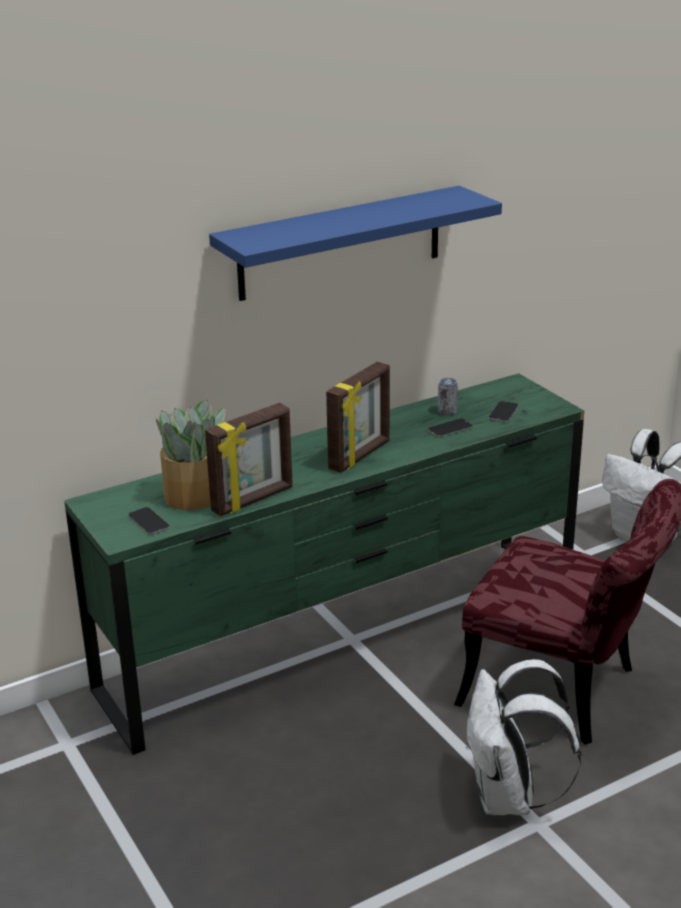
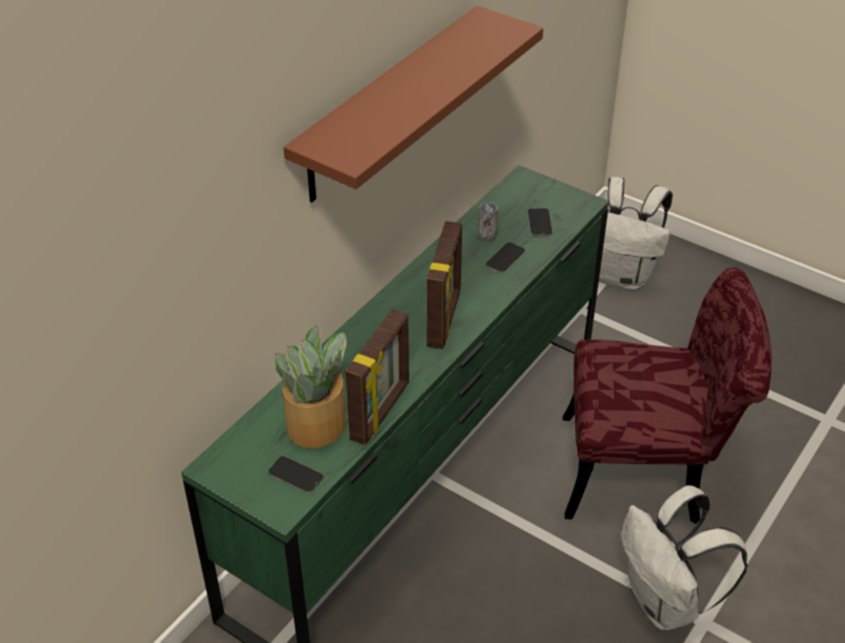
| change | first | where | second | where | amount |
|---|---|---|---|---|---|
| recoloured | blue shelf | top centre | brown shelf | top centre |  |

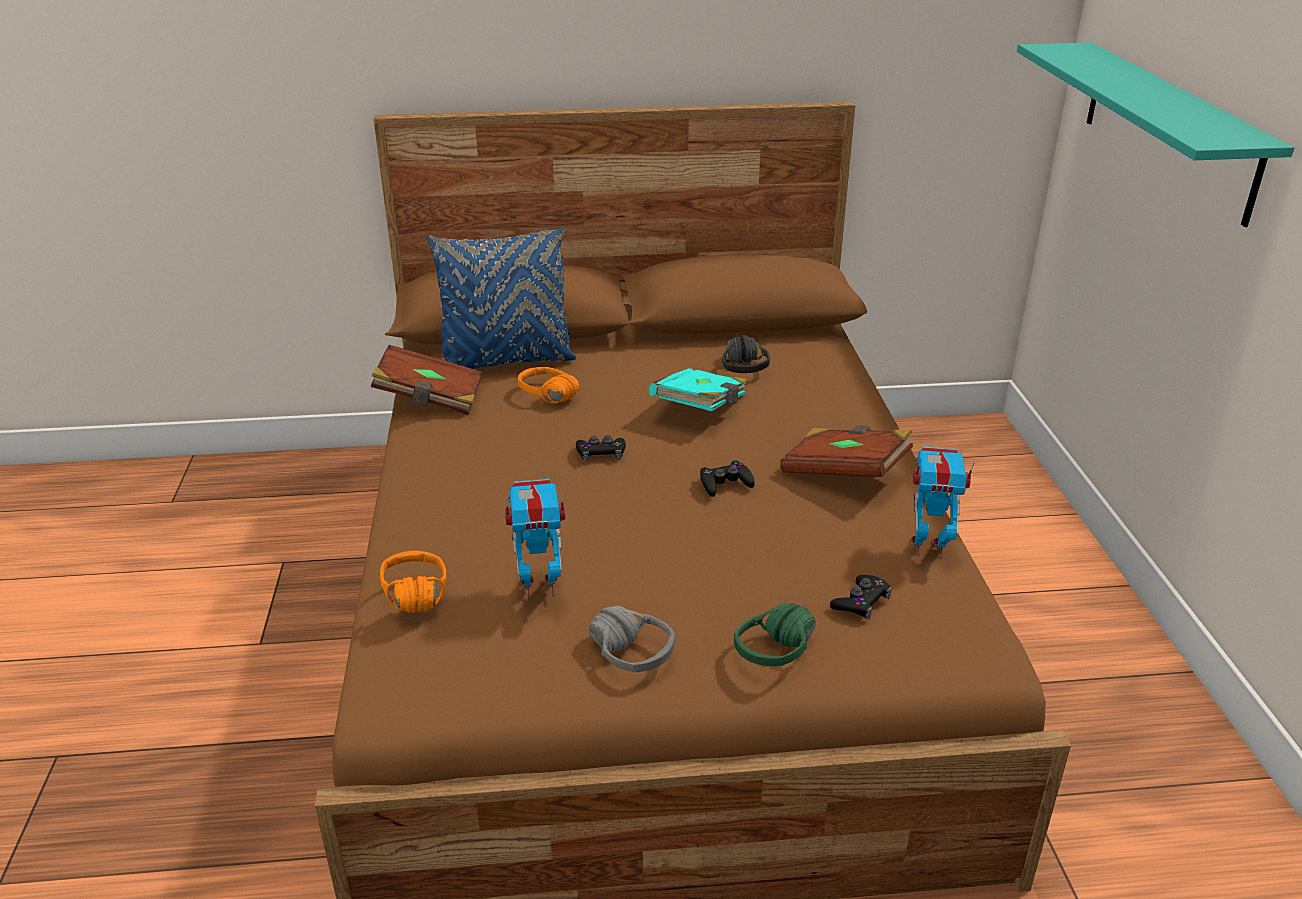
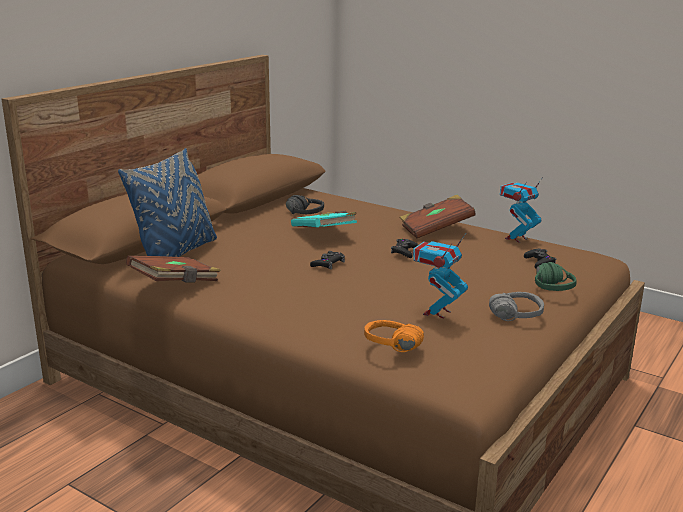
| change | first | where | second | where | amount |
|---|---|---|---|---|---|
| removed | orange headphones (2nd from left) | centre |  |  |  |
| removed | turquoise shelf | top right |  |  |  |

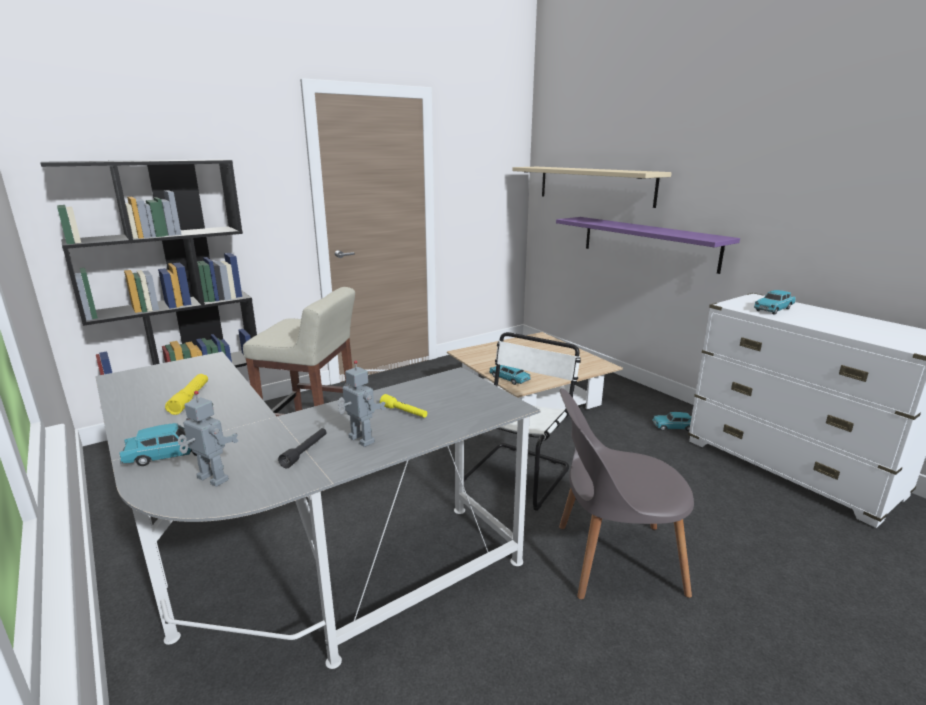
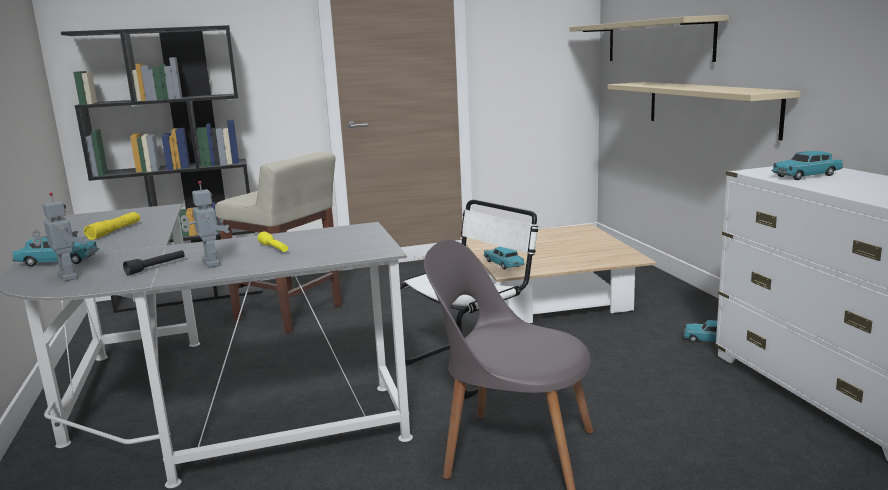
| change | first | where | second | where | amount |
|---|---|---|---|---|---|
| recoloured | purple shelf | middle right | beige shelf (2nd from left) | top right |  |

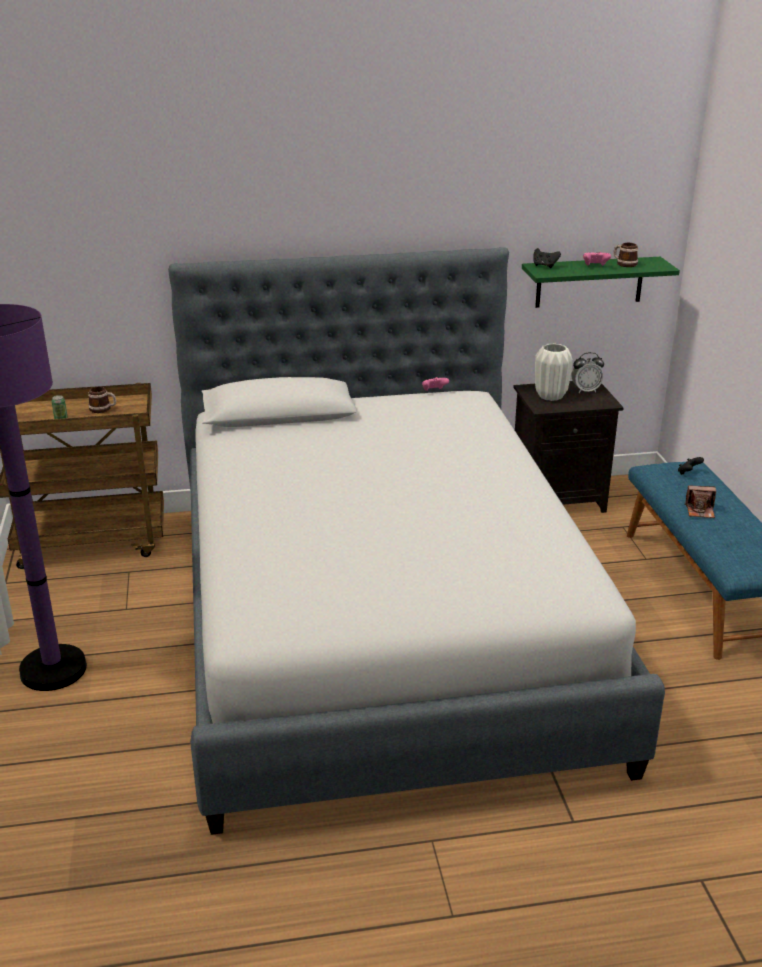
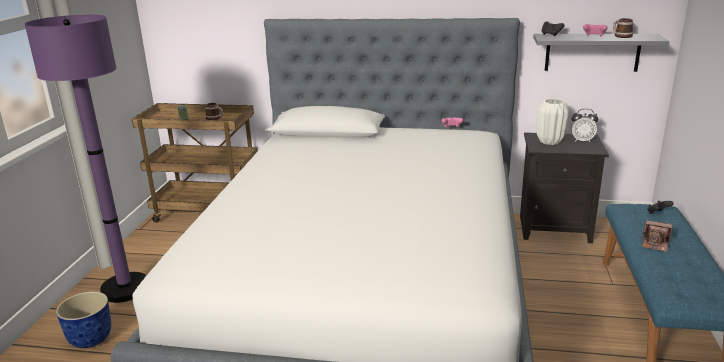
| change | first | where | second | where | amount |
|---|---|---|---|---|---|
| added |  |  | planter | bottom left |  |
| recoloured | green shelf | top right | grey shelf | top right |  |

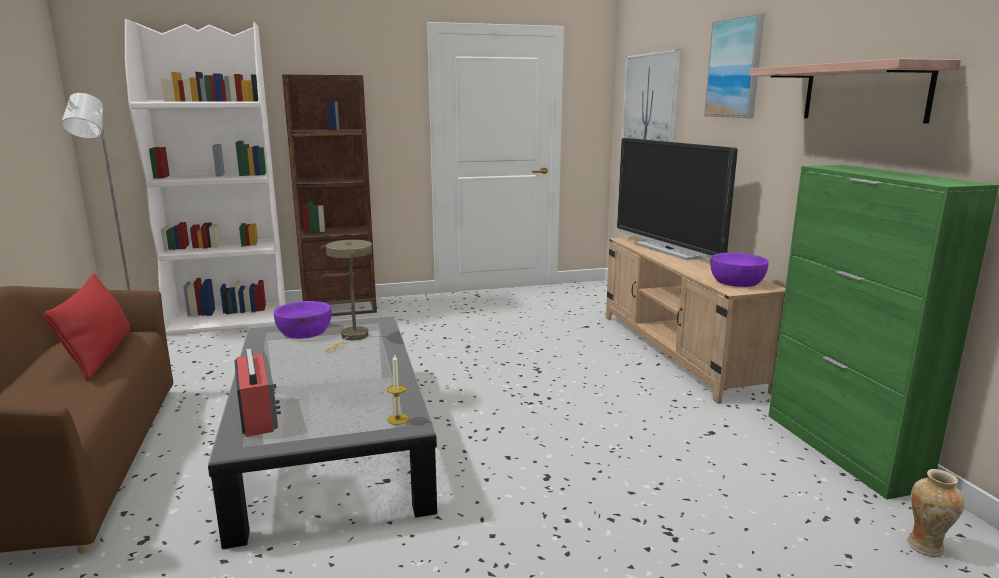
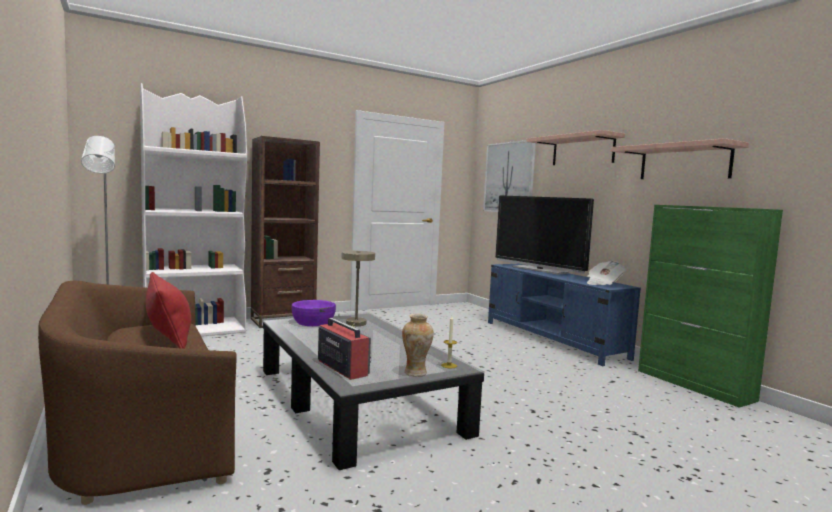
| change | first | where | second | where | amount |
|---|---|---|---|---|---|
| moved | vase | bottom right |  | bottom centre |  |
| recoloured | beige tv stand | middle right | blue tv stand | middle right |  |
| replaced | picture (2nd from left) | top right | shelf (1st from left) | top right |  |
| replaced | purple bowl (2nd from left) | middle right | newspaper | middle right |  |

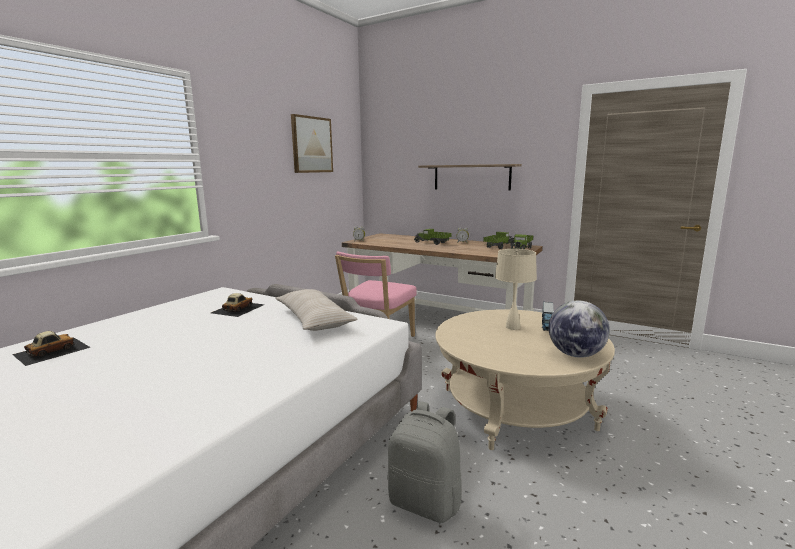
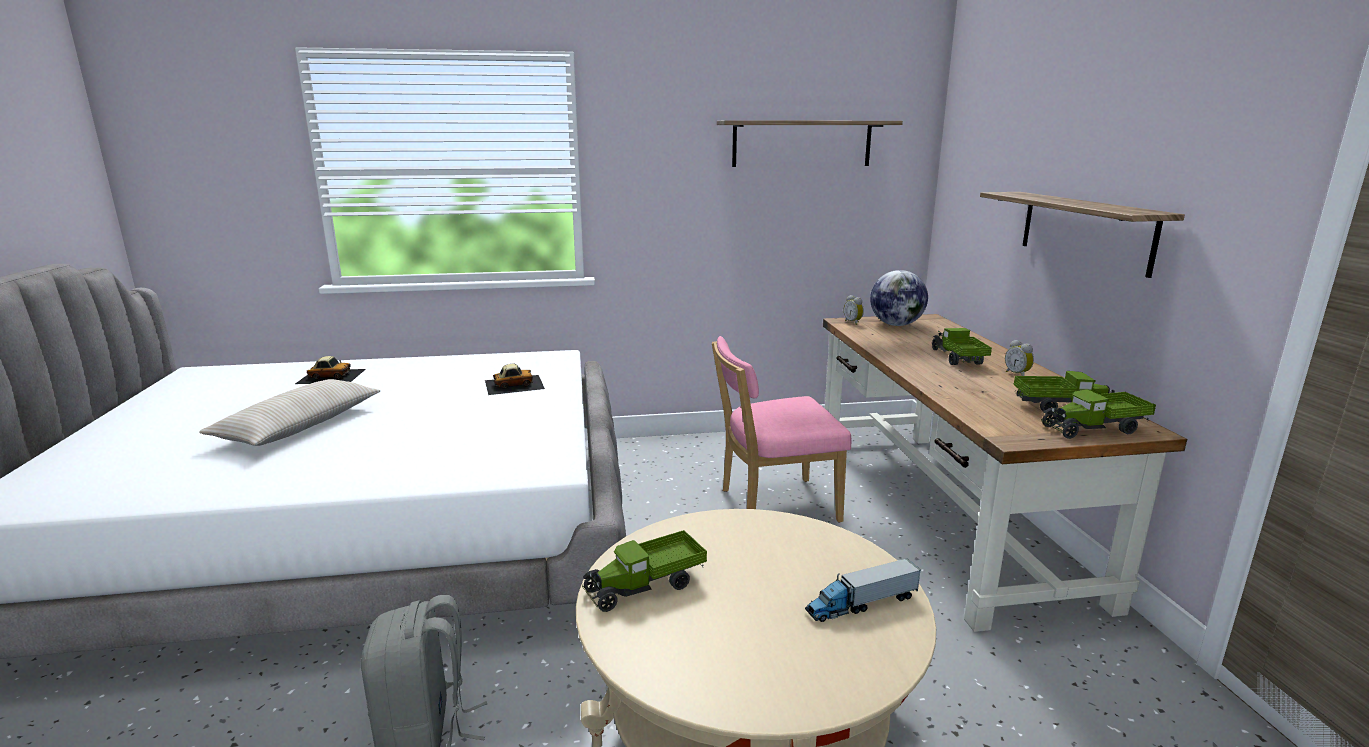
| change | first | where | second | where | amount |
|---|---|---|---|---|---|
| moved | beige pillow | centre |  | middle left |  |
| added |  |  | toy truck (1st from left) | bottom centre |  |
| replaced | picture | top centre | shelf (1st from left) | top centre |  |
| moved | globe | middle right |  | centre |  |
| removed | beige table lamp | centre |  |  |  |

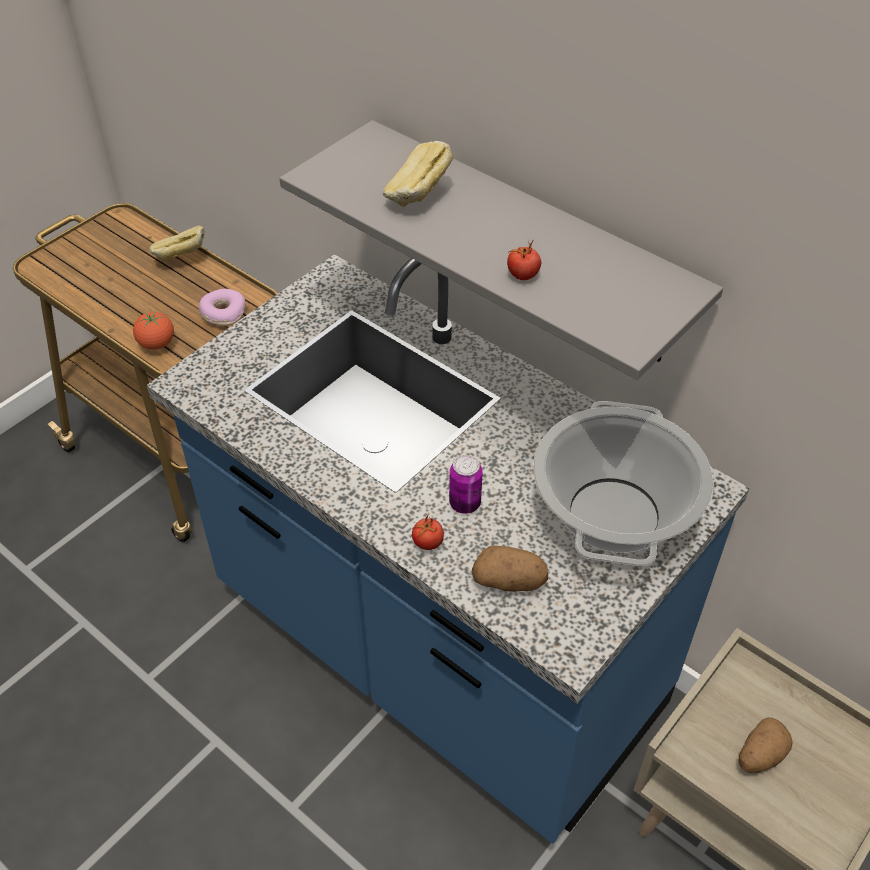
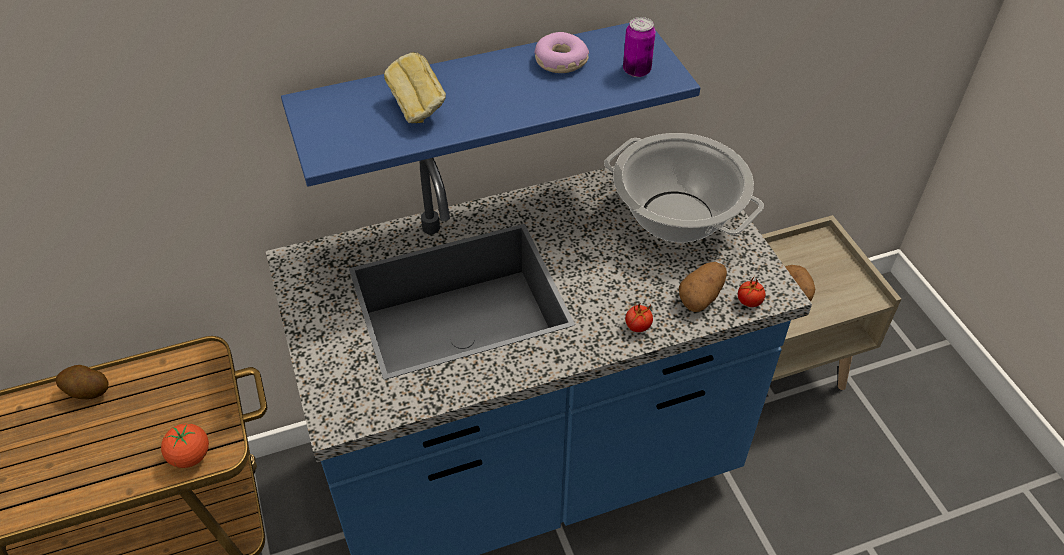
| change | first | where | second | where | amount |
|---|---|---|---|---|---|
| replaced | bread (1st from left) | top left | potato (1st from left) | bottom left |  |
| recoloured | grey shelf | top centre | blue shelf | top centre |  |
| moved | donut | middle left |  | top centre |  |
| moved | can | centre |  | top centre |  |
| moved | tomato (3rd from left) | top centre |  | middle right |  |

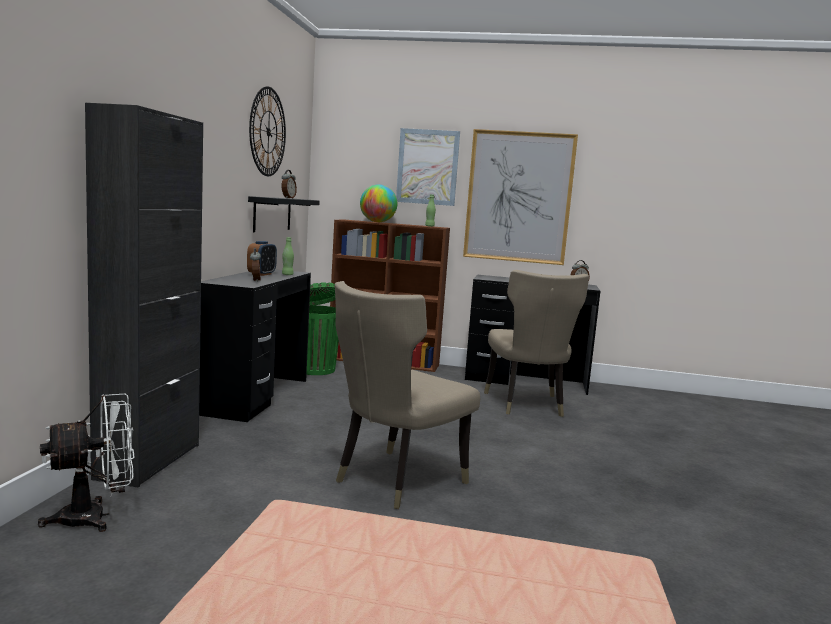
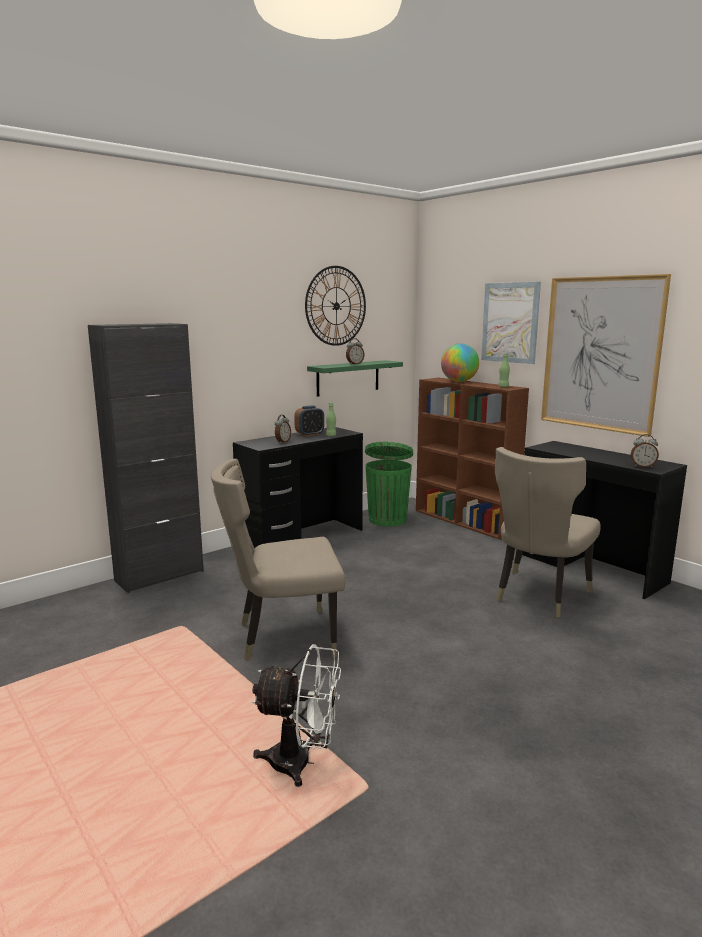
| change | first | where | second | where | amount |
|---|---|---|---|---|---|
| moved | white fan | bottom left |  | bottom centre |  |
| recoloured | black shelf | centre | green shelf | centre |  |

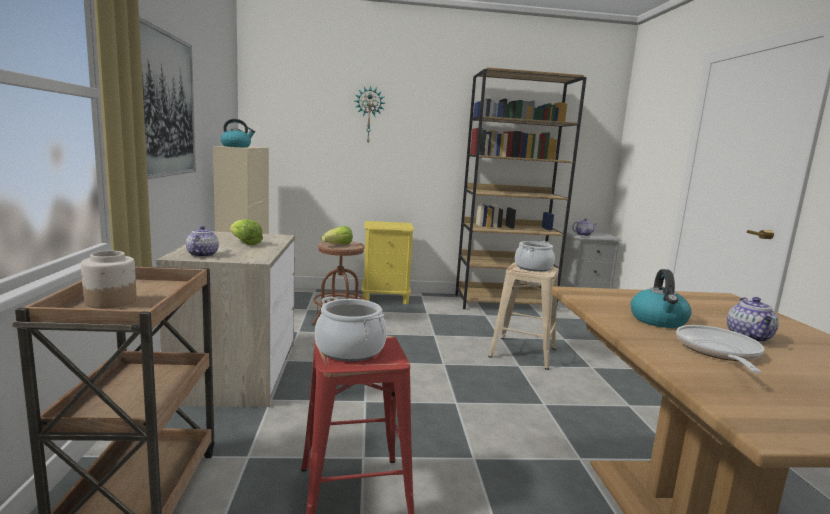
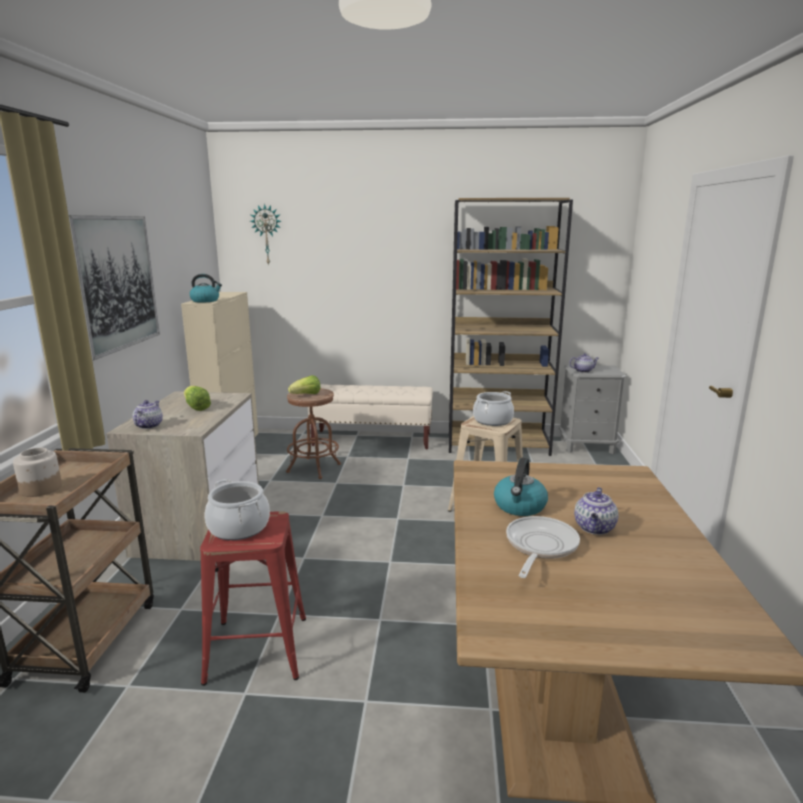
| change | first | where | second | where | amount |
|---|---|---|---|---|---|
| moved | wall clock | top centre |  | top left |  |
| replaced | yellow nightstand | centre | beige bench | centre |  |

